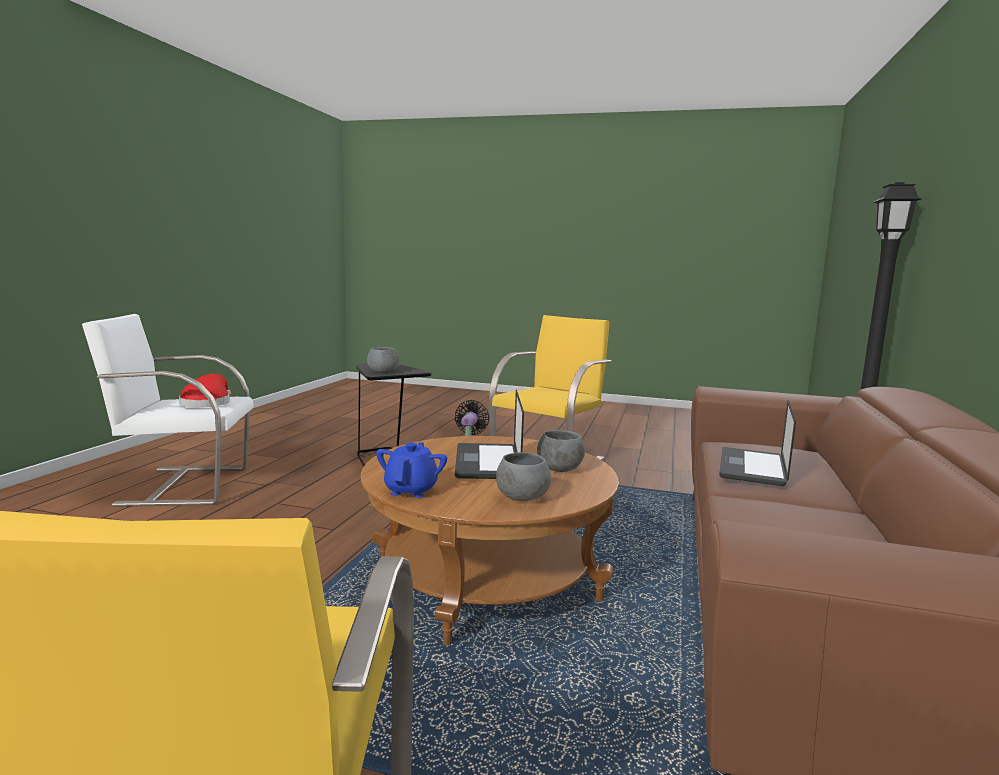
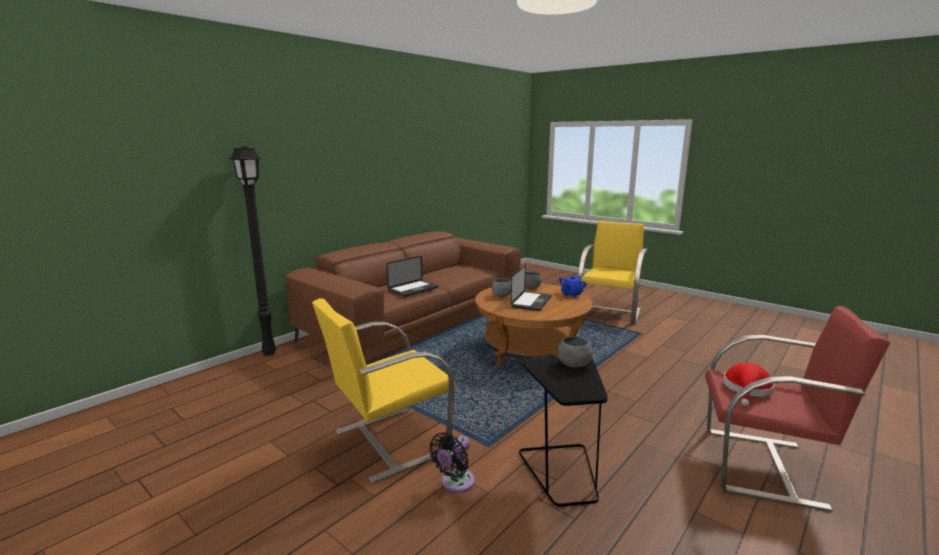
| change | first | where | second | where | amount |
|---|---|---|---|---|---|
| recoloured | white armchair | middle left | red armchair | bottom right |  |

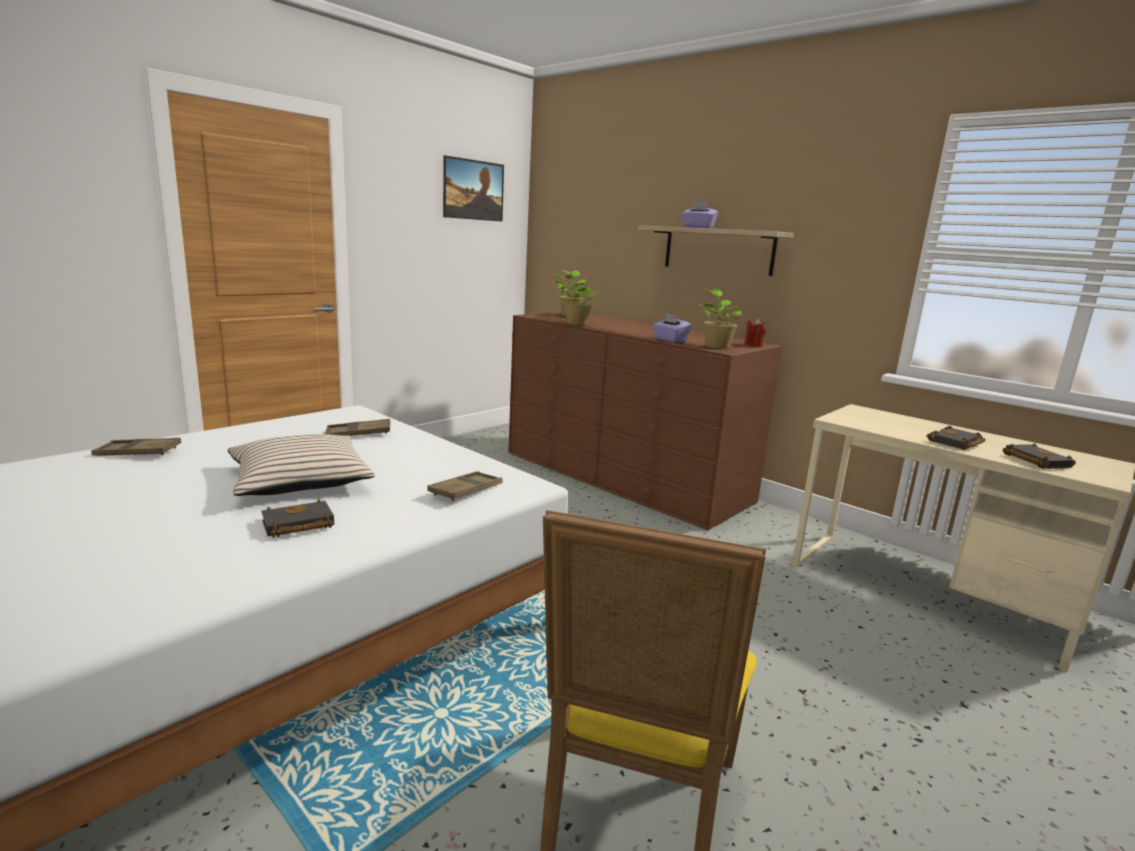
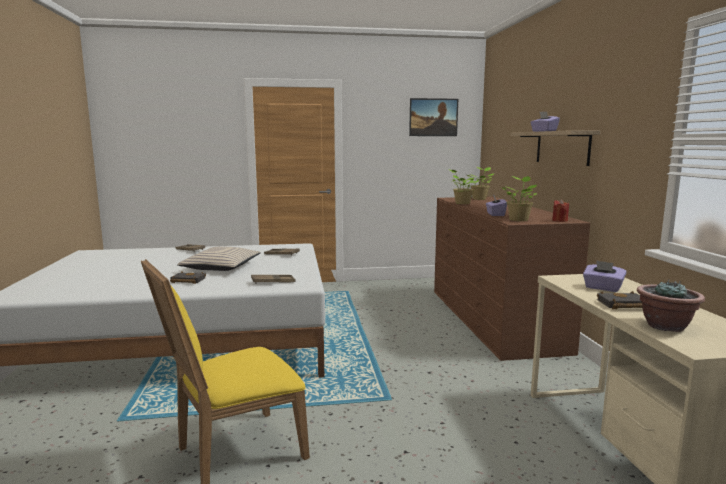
| change | first | where | second | where | amount |
|---|---|---|---|---|---|
| added |  |  | purple tissue box (3rd from left) | middle right |  |
| replaced | black book (3rd from left) | middle right | potted plant (4th from left) | middle right |  |

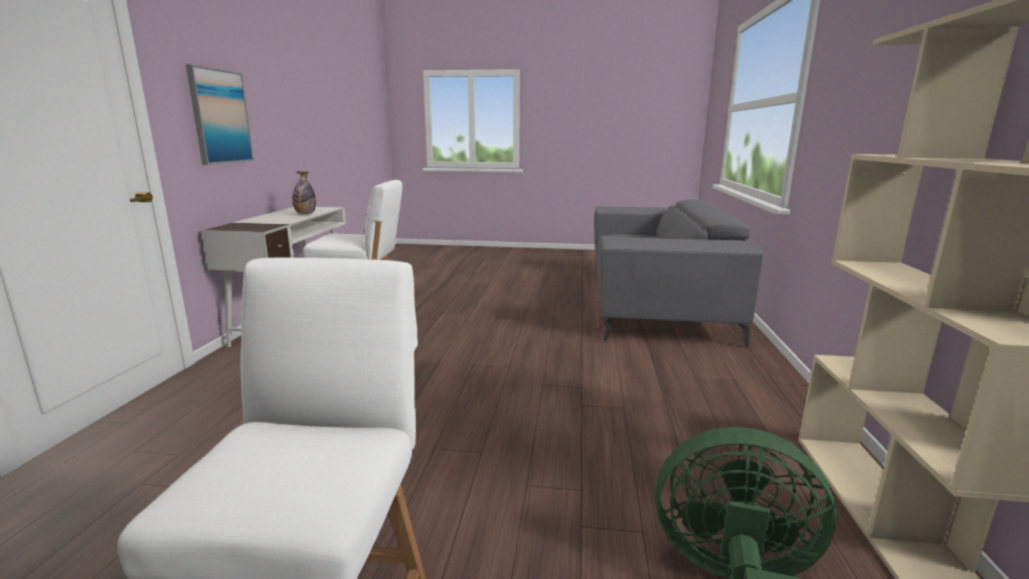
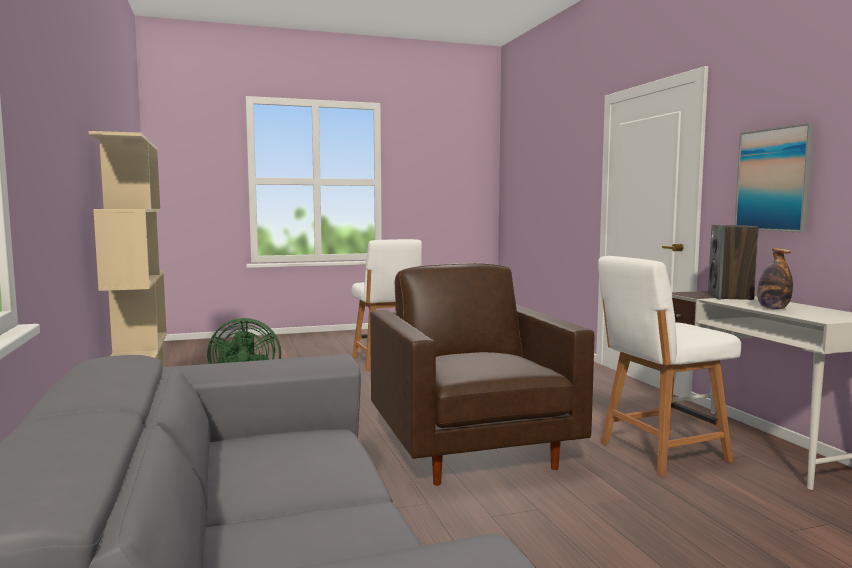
| change | first | where | second | where | amount |
|---|---|---|---|---|---|
| added |  |  | brown armchair | centre |  |
| added |  |  | speaker | middle right |  |

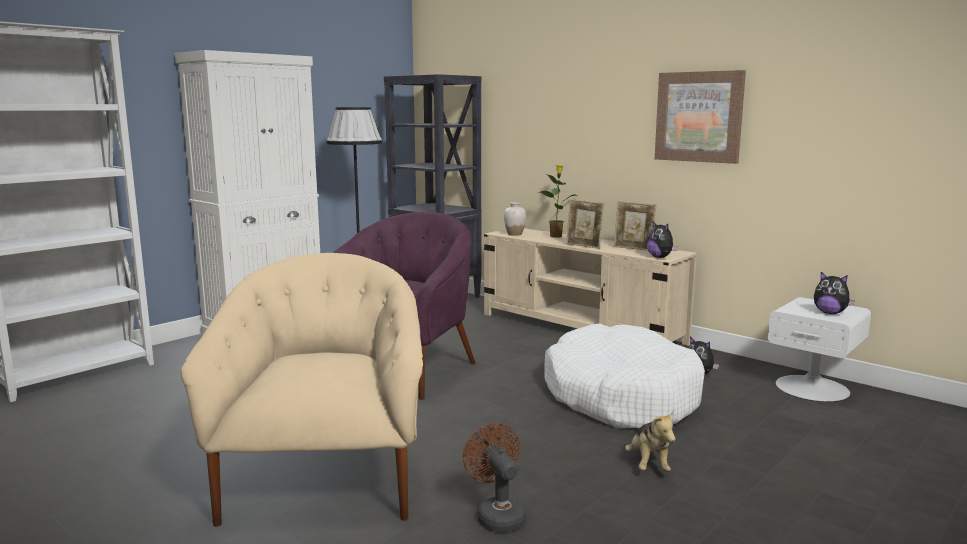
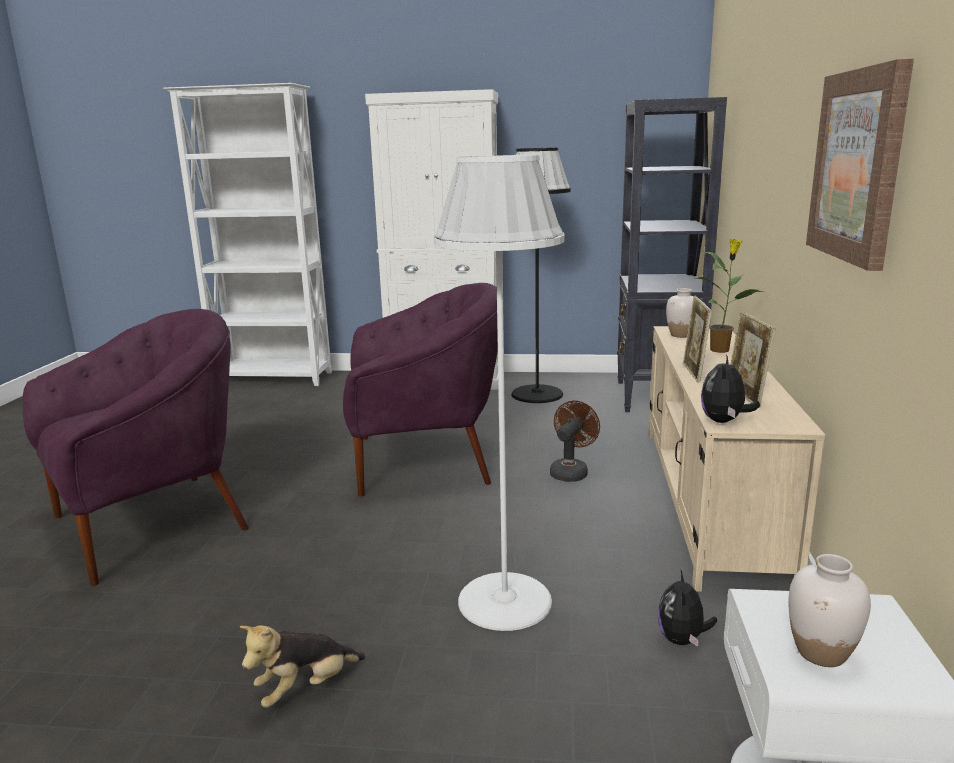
| change | first | where | second | where | amount |
|---|---|---|---|---|---|
| recoloured | beige armchair | bottom left | purple armchair (1st from left) | middle left |  |
| replaced | white dog bed | bottom centre | white floor lamp | centre |  |
| moved | brown fan | bottom centre |  | centre |  |
| replaced | plush toy (4th from left) | middle right | white vase (2nd from left) | bottom right |  |

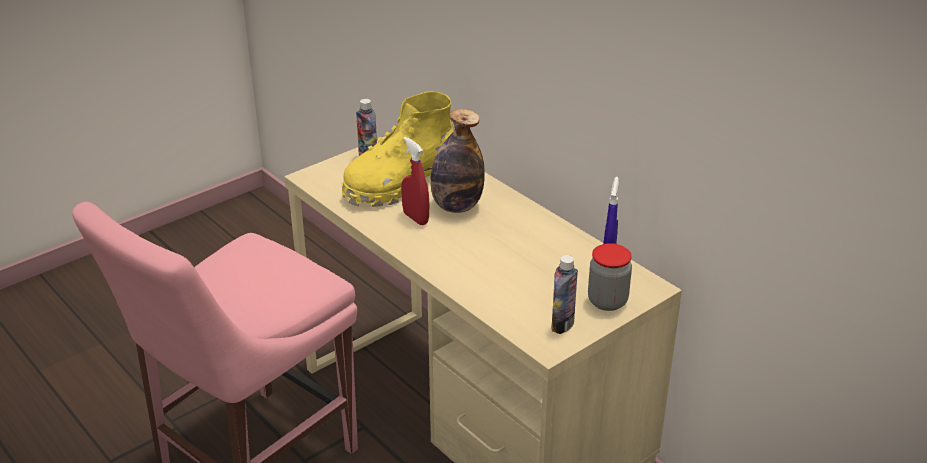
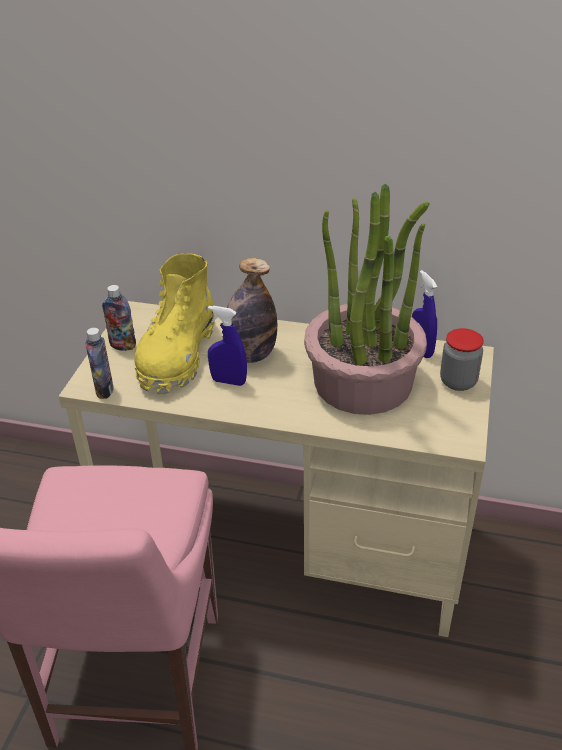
| change | first | where | second | where | amount |
|---|---|---|---|---|---|
| moved | bottle (3rd from left in the first image) | centre | bottle (1st from left) | middle left |  |
| recoloured | red spray bottle | centre | blue spray bottle (1st from left) | centre |  |
| added |  |  | potted plant | centre |  |

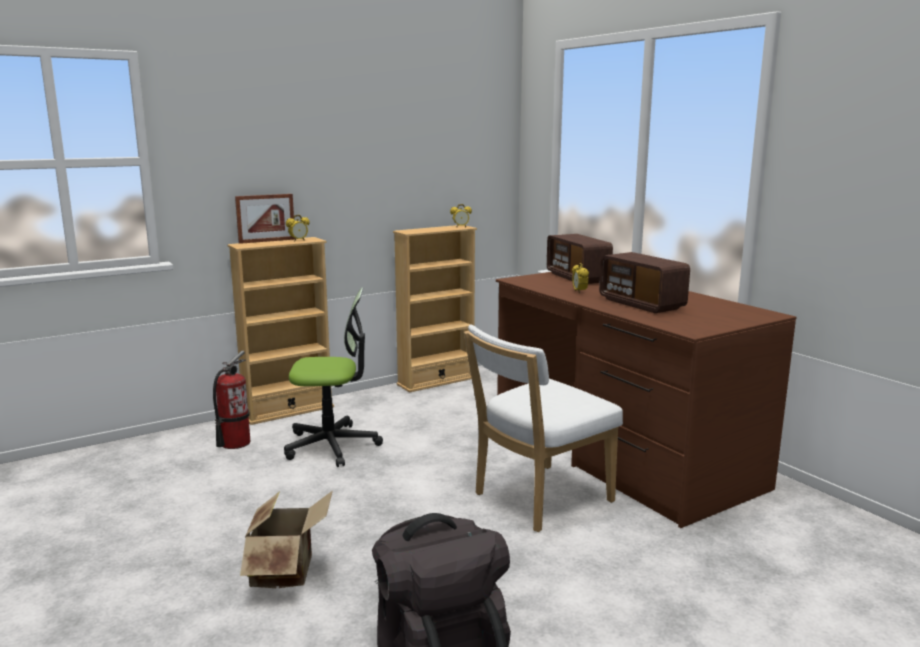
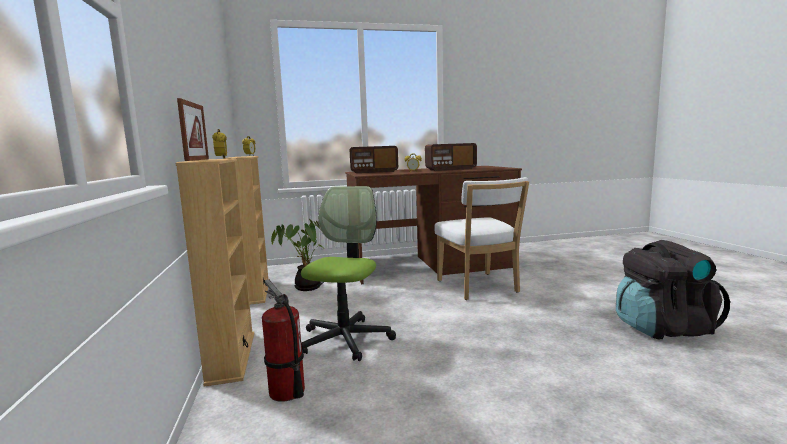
| change | first | where | second | where | amount |
|---|---|---|---|---|---|
| added |  |  | potted plant | centre |  |
| removed | cardboard box | bottom left |  |  |  |

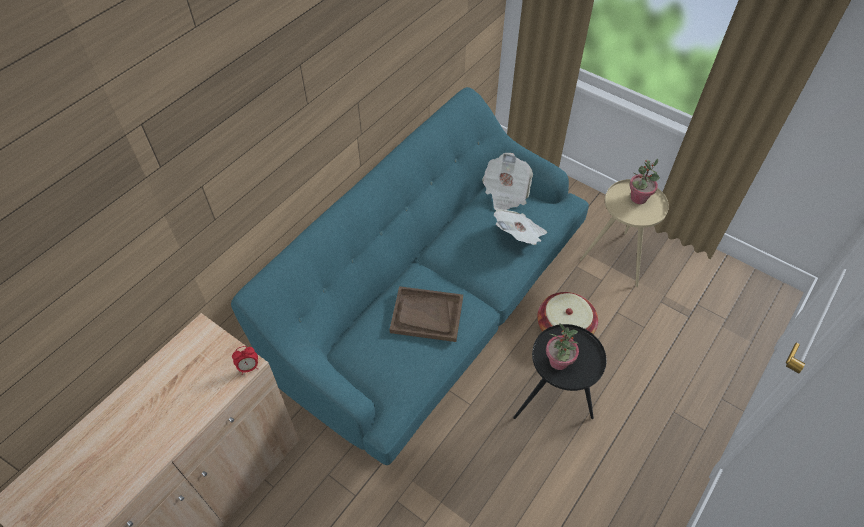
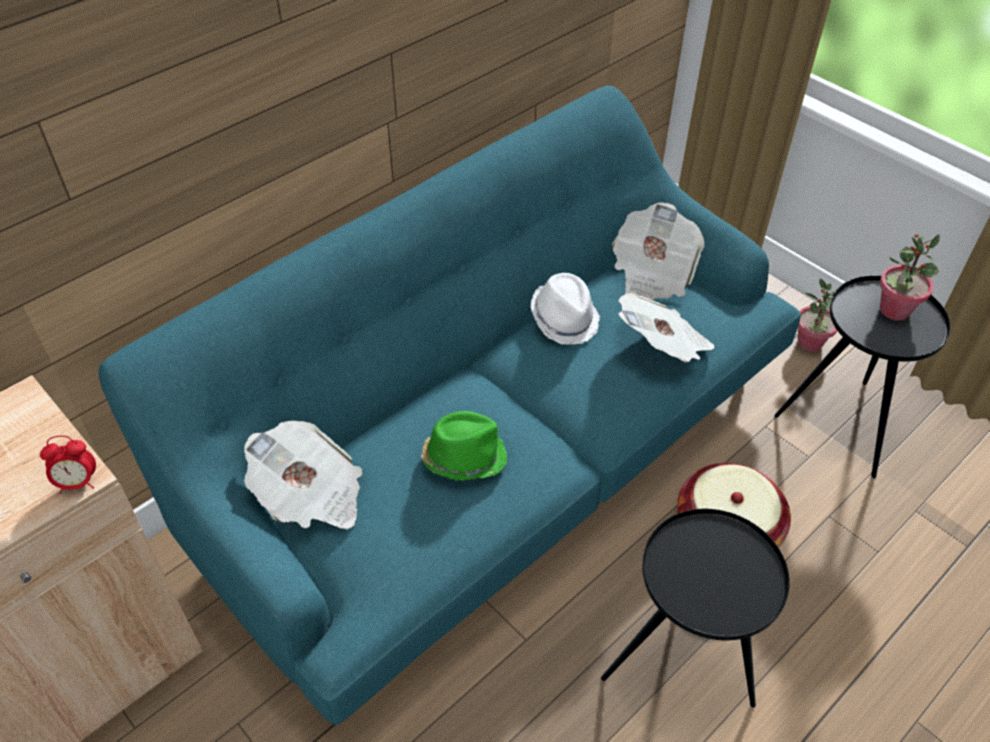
| change | first | where | second | where | amount |
|---|---|---|---|---|---|
| added |  |  | newspaper (1st from left) | middle left |  |
| replaced | brown tray | centre | green hat | centre |  |
| added |  |  | white hat | centre |  |
| recoloured | beige side table | middle right | black side table (2nd from left) | middle right |  |
| moved | potted plant (1st from left) | centre |  | middle right |  |

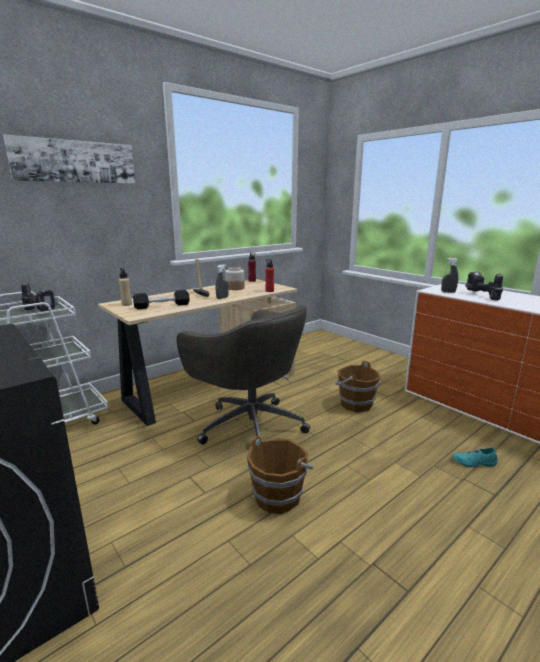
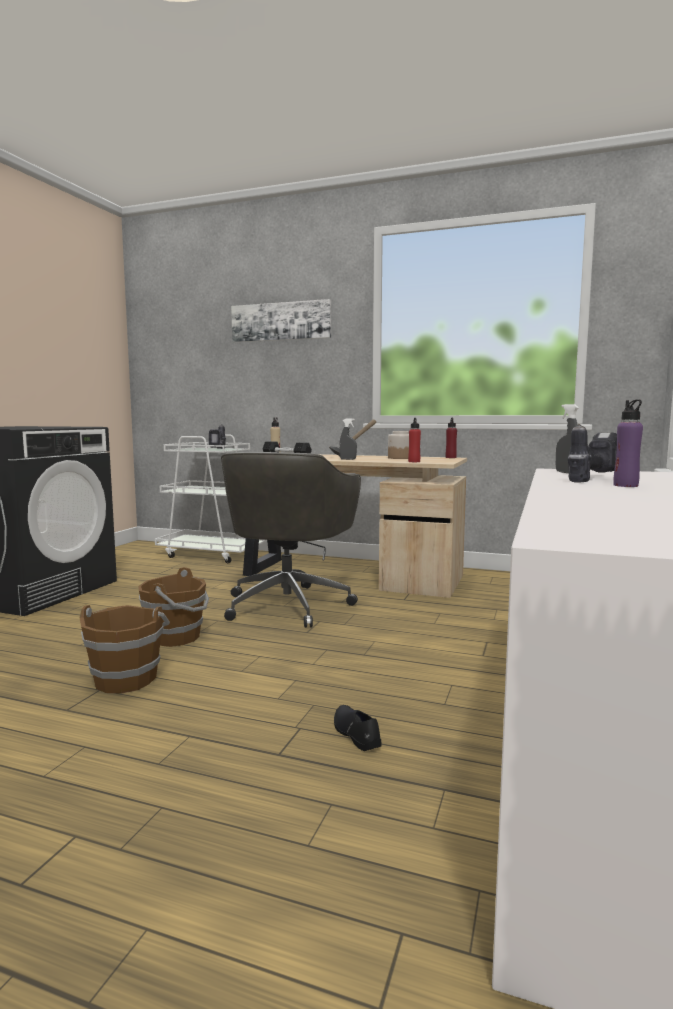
| change | first | where | second | where | amount |
|---|---|---|---|---|---|
| moved | brown bucket (2nd from left in the first image) | centre | brown bucket (1st from left) | middle left |  |
| recoloured | turquoise shoe | bottom right | black shoe | bottom centre |  |
| added |  |  | purple bottle | middle right |  |

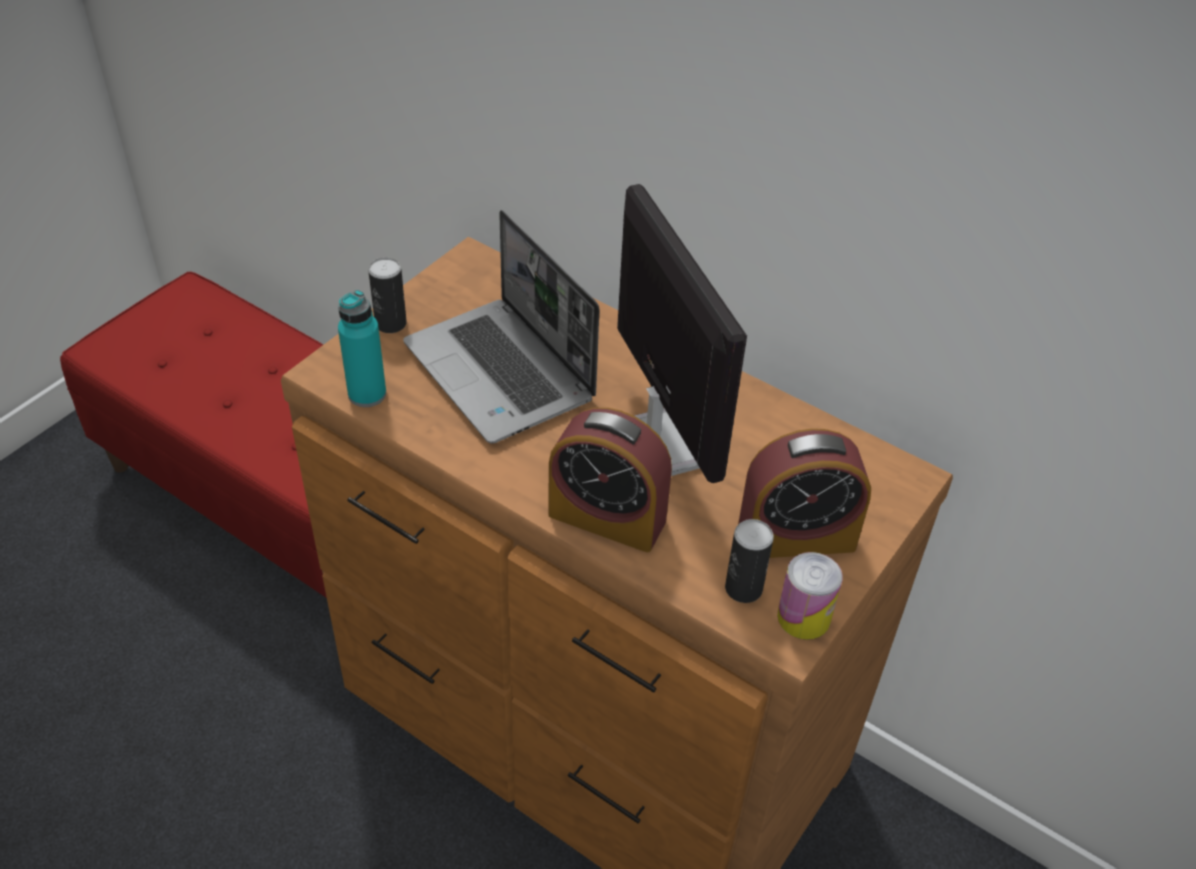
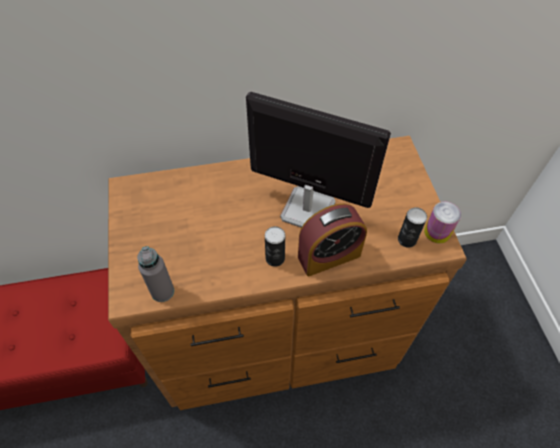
| change | first | where | second | where | amount |
|---|---|---|---|---|---|
| recoloured | turquoise bottle | middle left | grey bottle | middle left |  |
| moved | can (1st from left) | middle left |  | centre |  |
| removed | laptop | centre |  |  |  |
| removed | alarm clock (2nd from left) | middle right |  |  |  |

